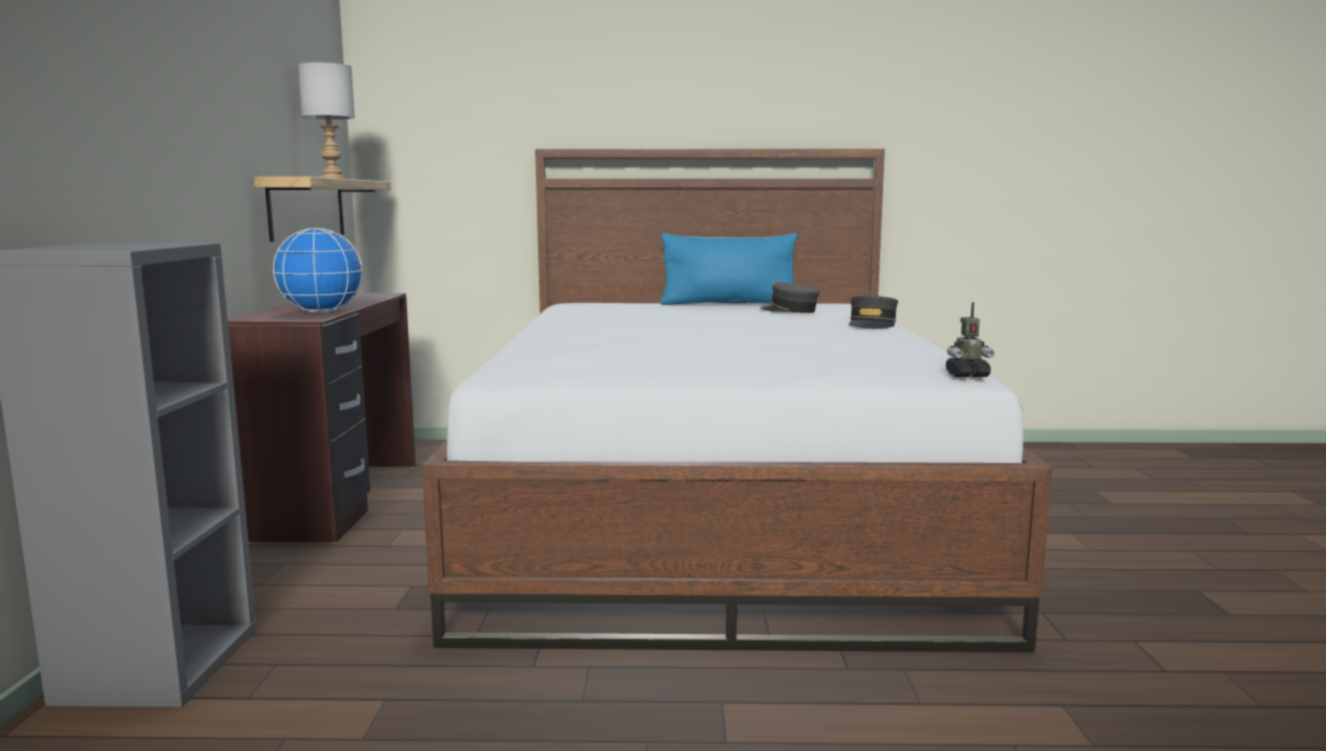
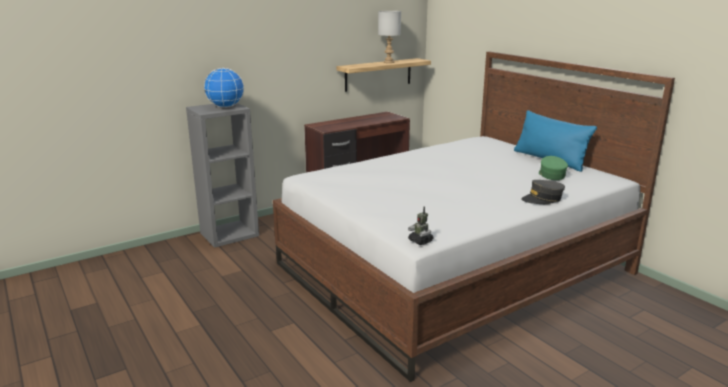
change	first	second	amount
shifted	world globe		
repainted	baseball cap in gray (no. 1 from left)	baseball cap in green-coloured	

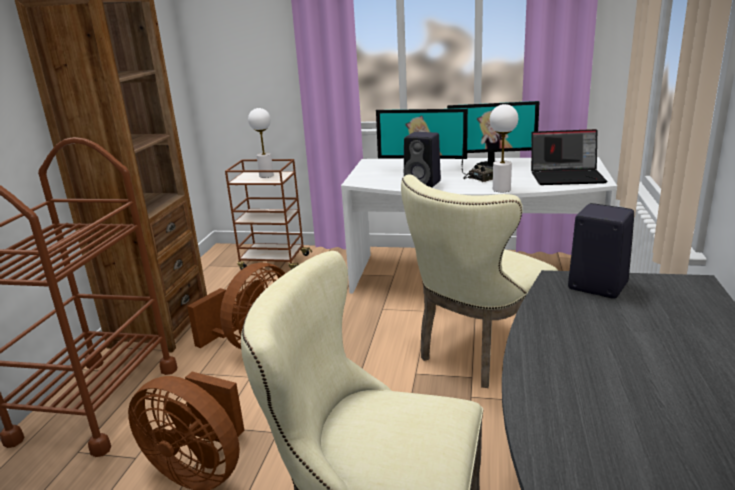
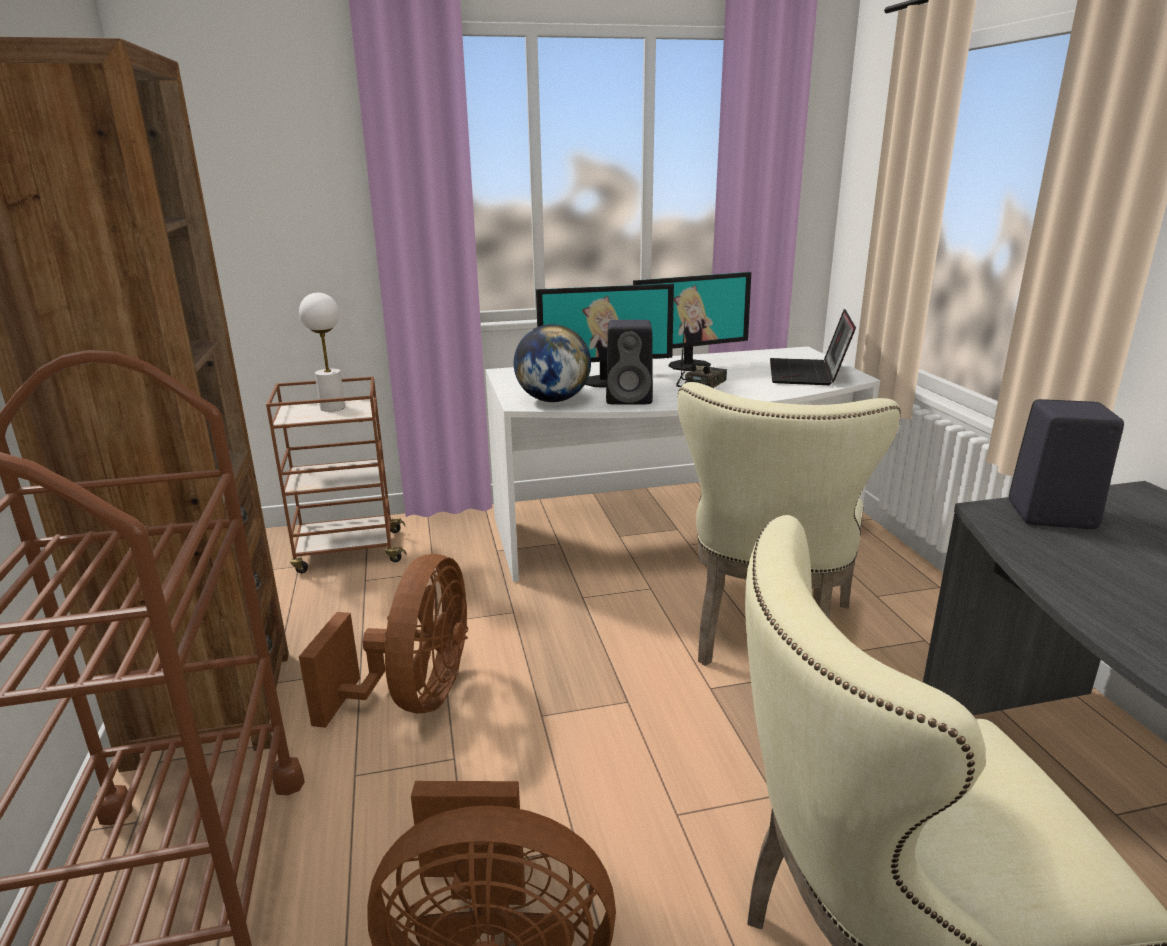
change	first	second	amount
gone	lamp for a table in white (no. 2 from left)		
rotated	notebook computer		120 degrees clockwise
new		world globe	

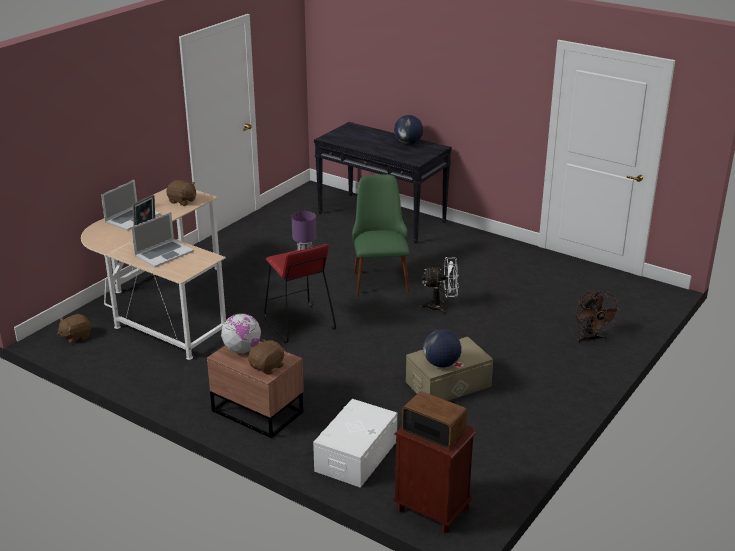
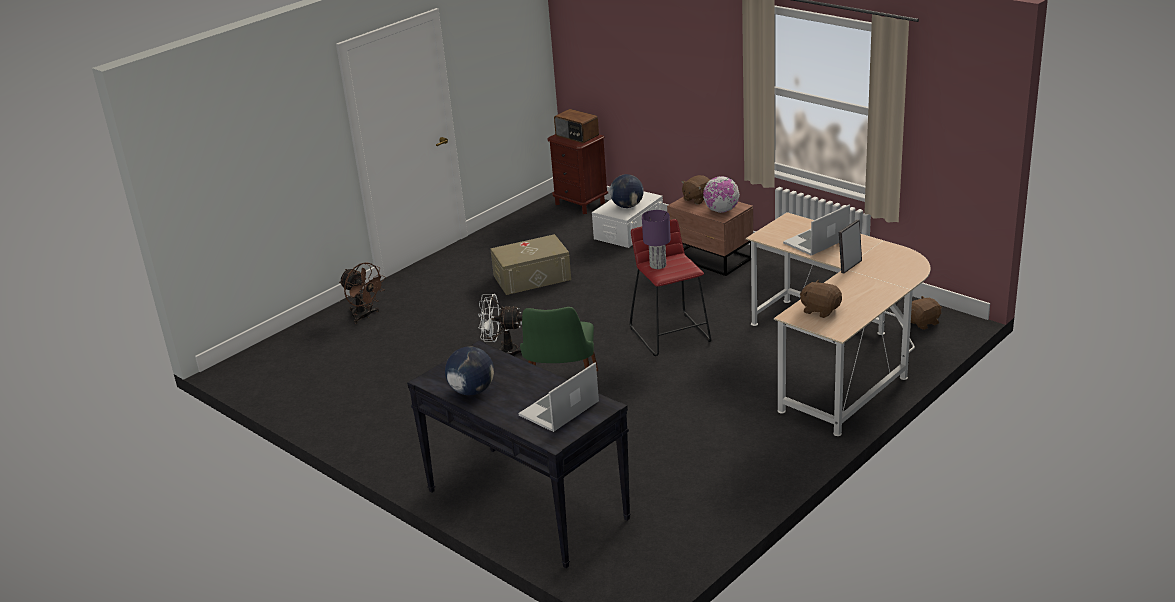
change	first	second	amount
shifted	notebook computer (no. 1 from left)		
shifted	world globe (no. 3 from left in the first image)	world globe (no. 2 from left)	
rotated	fan in brown		135 degrees clockwise

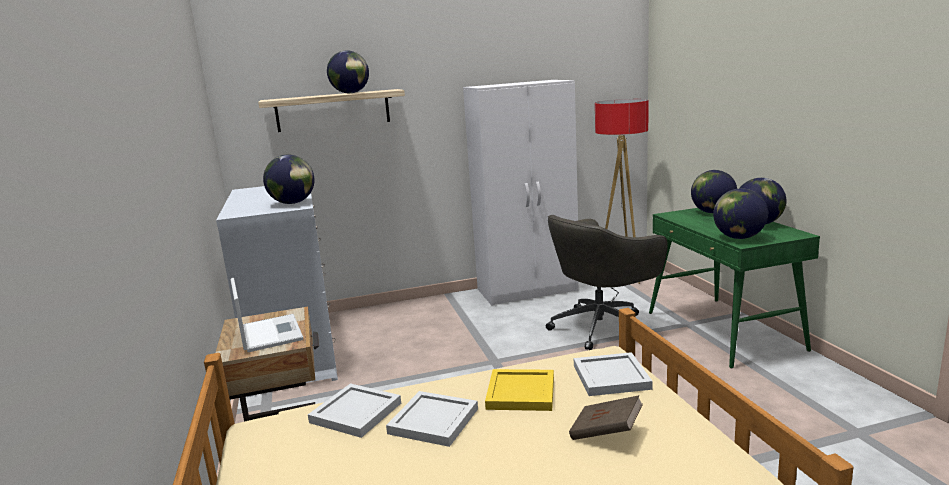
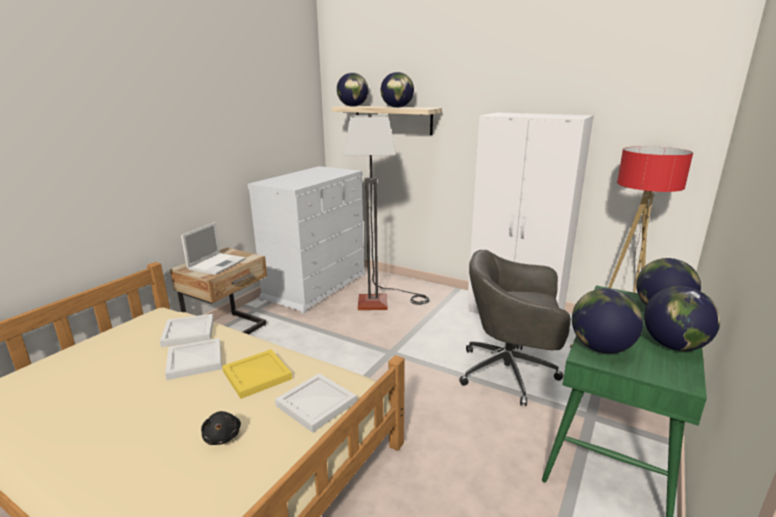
change	first	second	amount
shifted	world globe (no. 1 from left)		
swapped	book in brown	cuddly toy in black-coloured	
new		standing lamp (no. 1 from left)	

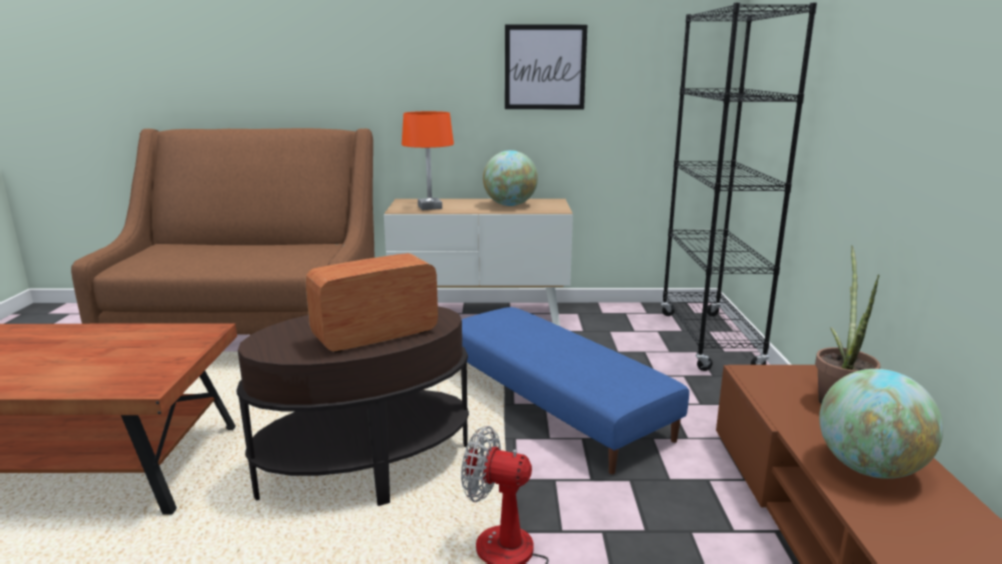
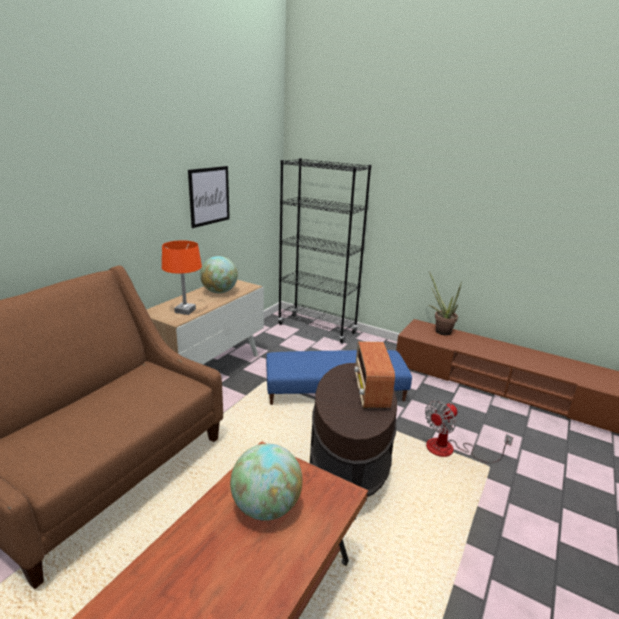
change	first	second	amount
shifted	world globe (no. 2 from left)		

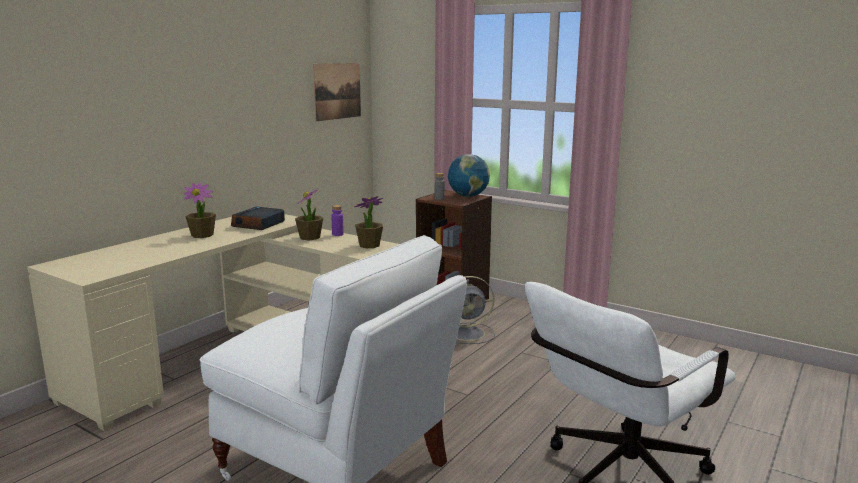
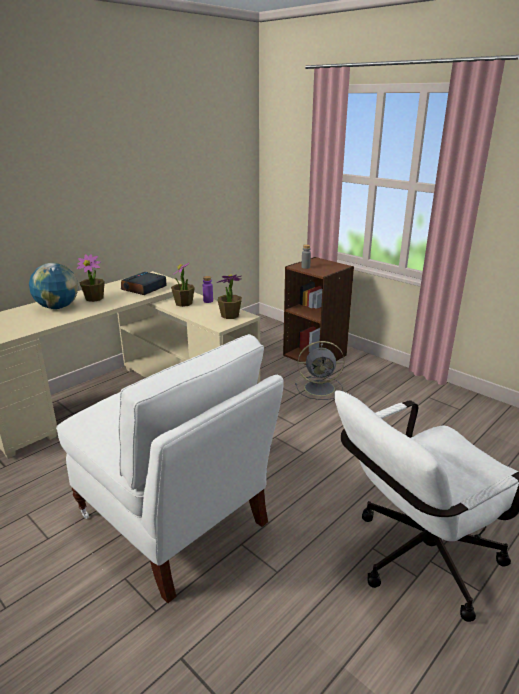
change	first	second	amount
gone	wall art		
shifted	world globe		

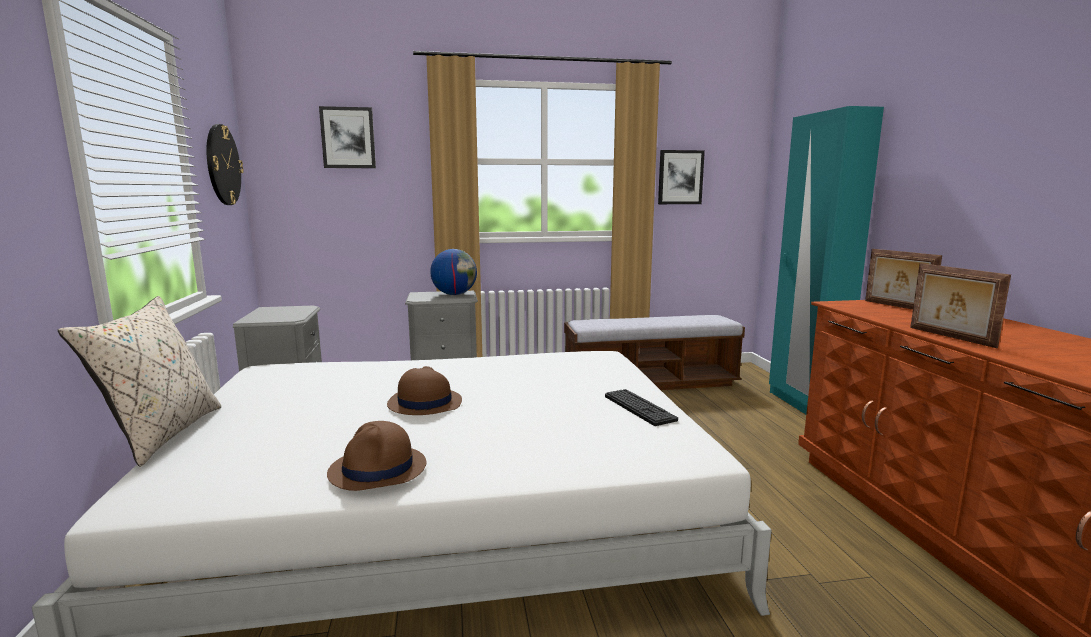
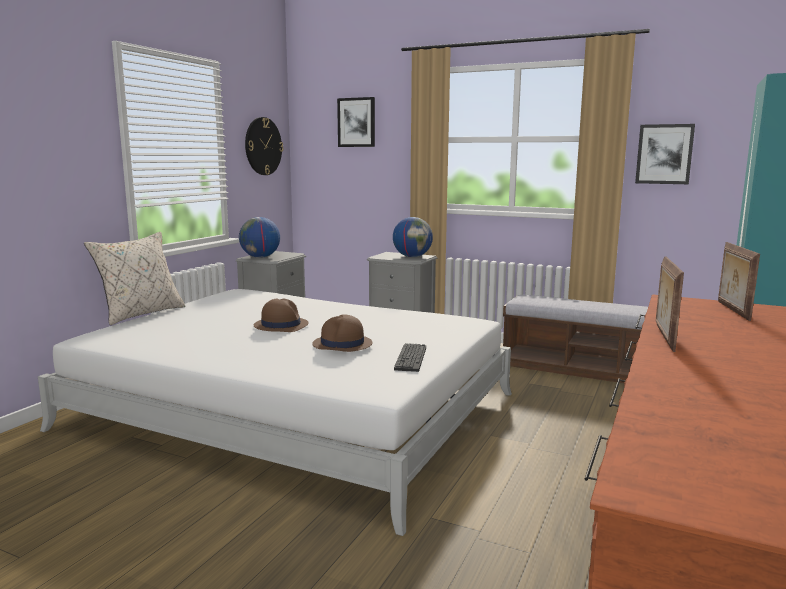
change	first	second	amount
shifted	clothing hat in brown (no. 1 from left in the first image)	clothing hat in brown (no. 2 from left)	
new		world globe (no. 1 from left)	

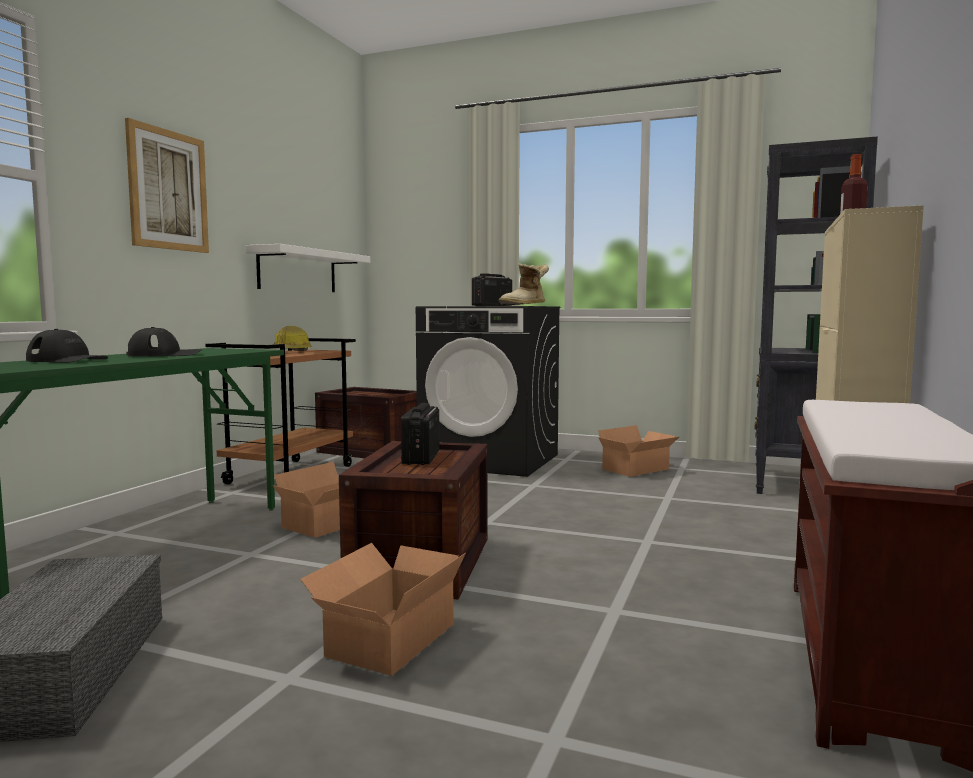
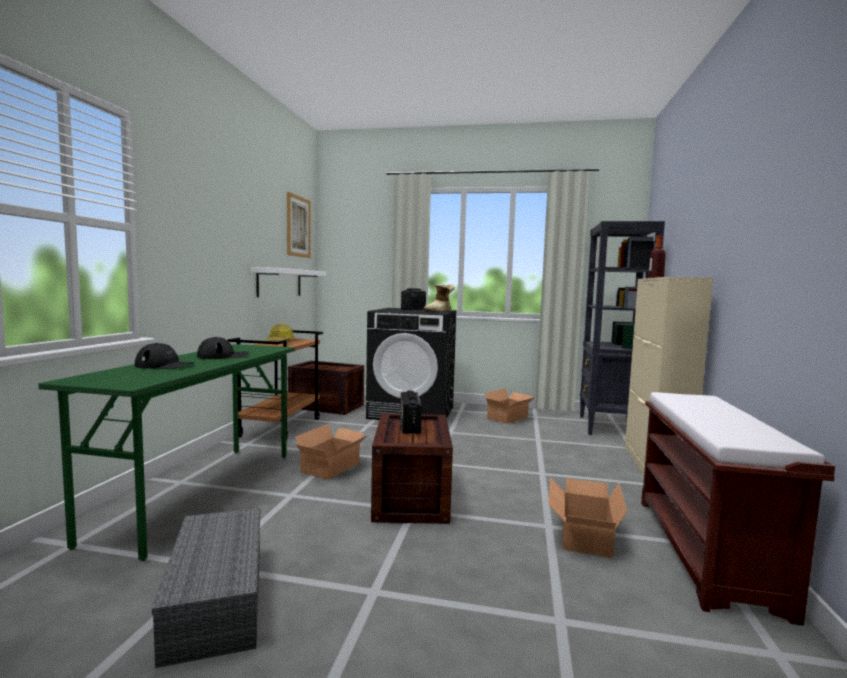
change	first	second	amount
shifted	wall art		
shifted	cardboard box (no. 2 from left in the first image)	cardboard box (no. 3 from left)	

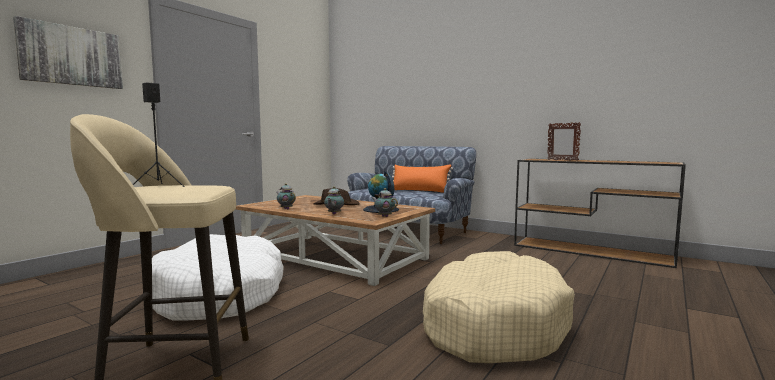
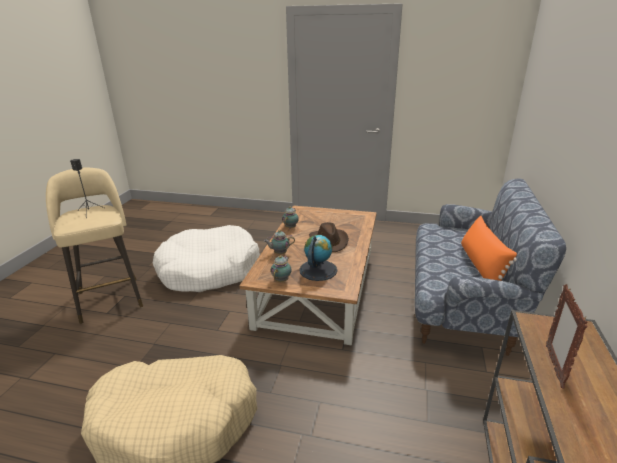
change	first	second	amount
gone	wall art		

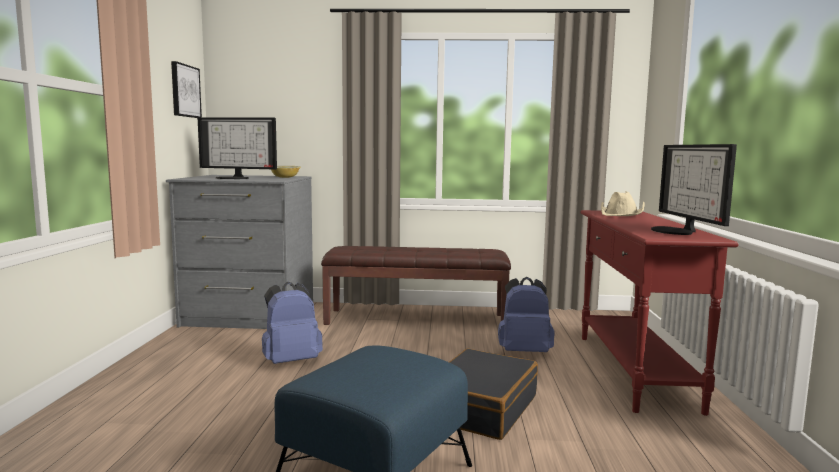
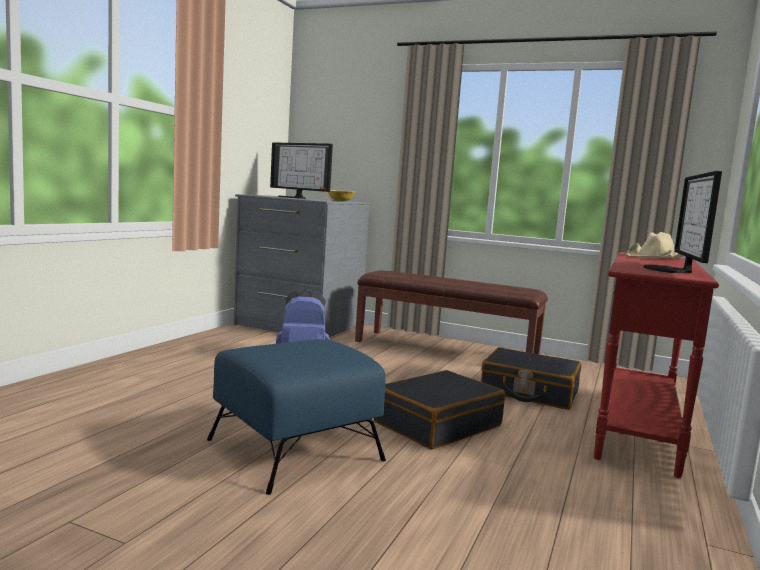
change	first	second	amount
gone	wall art		
swapped	backpack in bluish (no. 2 from left)	piece of luggage in black-coloured (no. 2 from left)	

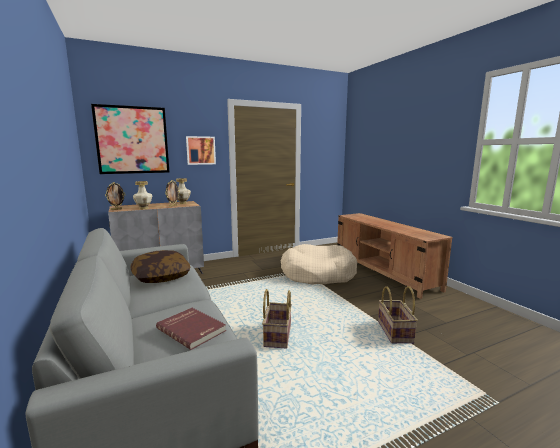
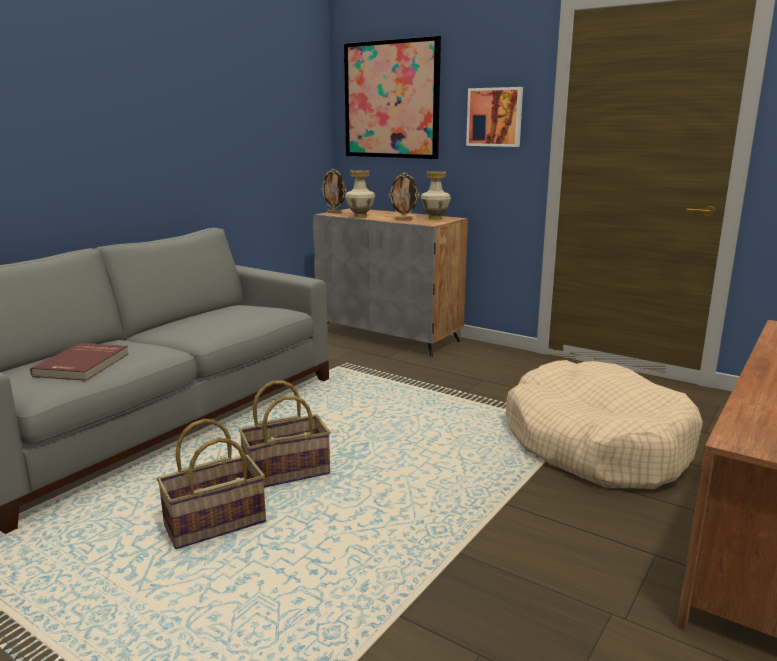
change	first	second	amount
gone	pillow		
shifted	storage basket (no. 2 from left in the first image)	storage basket (no. 1 from left)	

